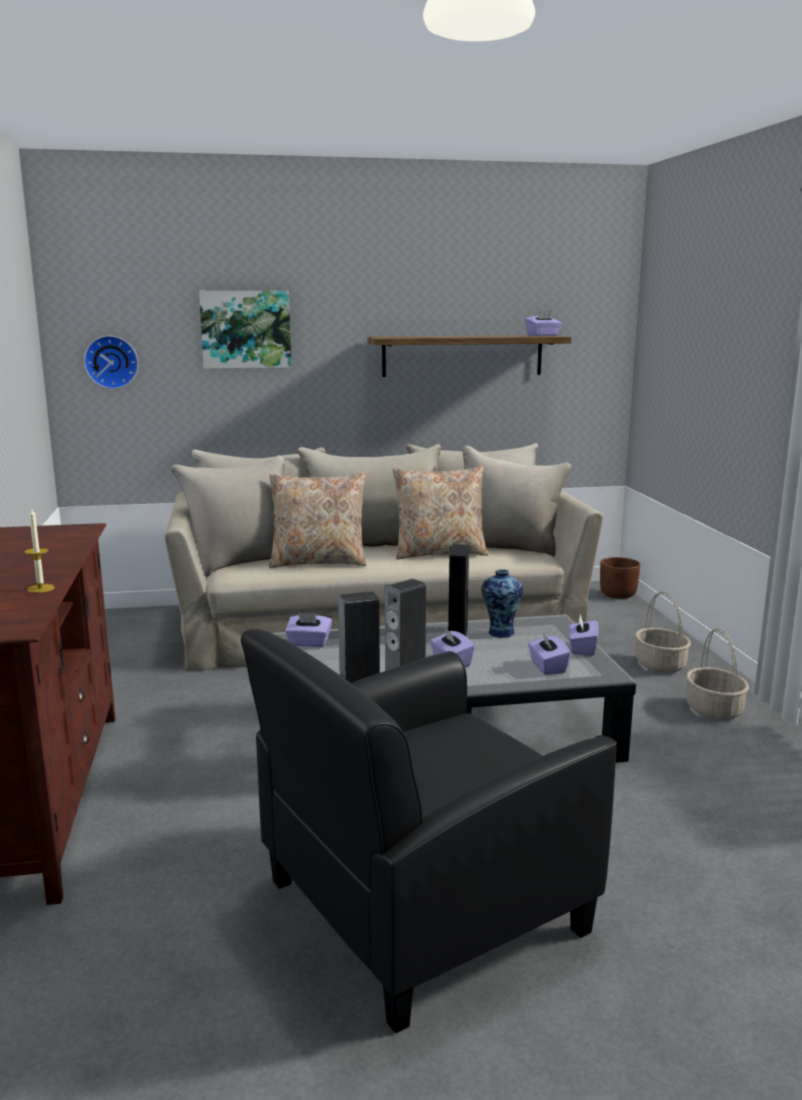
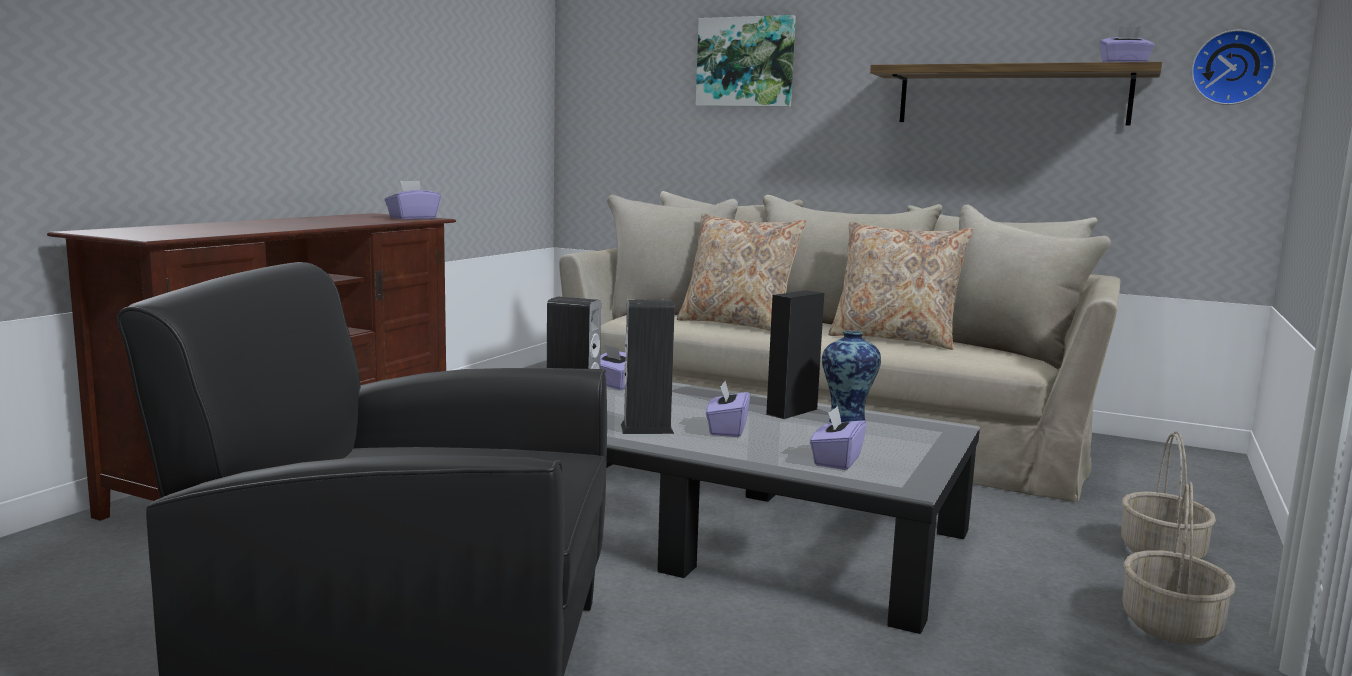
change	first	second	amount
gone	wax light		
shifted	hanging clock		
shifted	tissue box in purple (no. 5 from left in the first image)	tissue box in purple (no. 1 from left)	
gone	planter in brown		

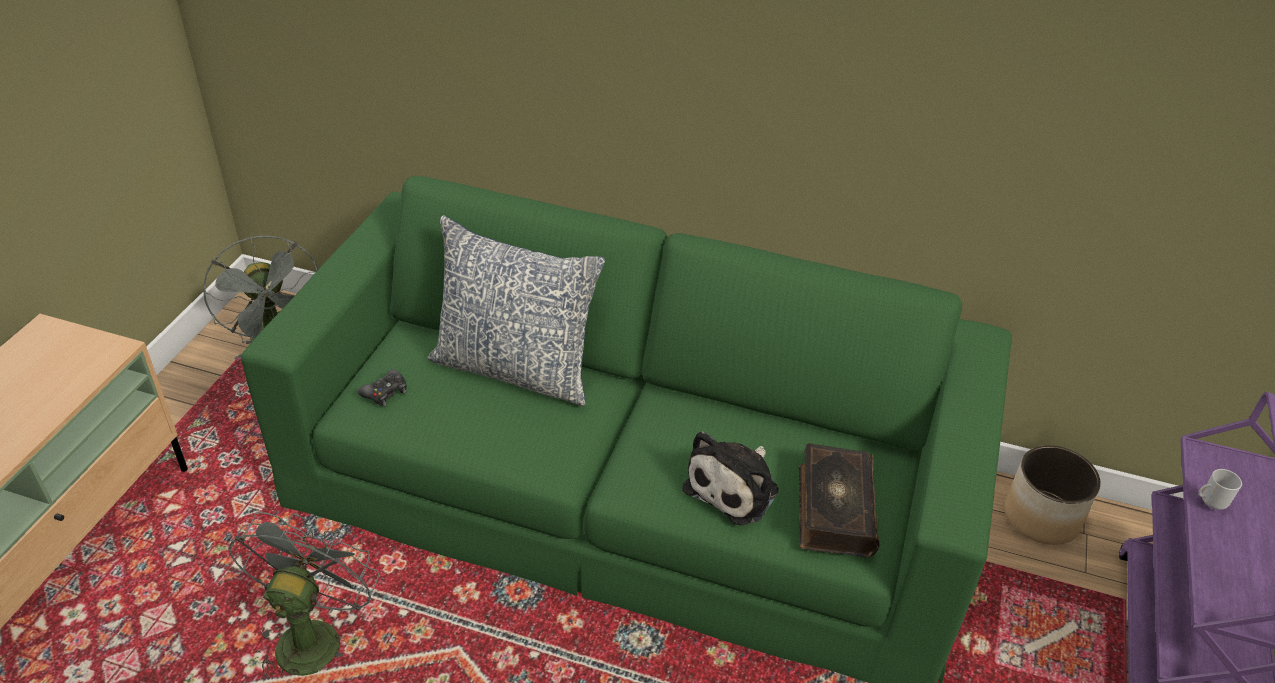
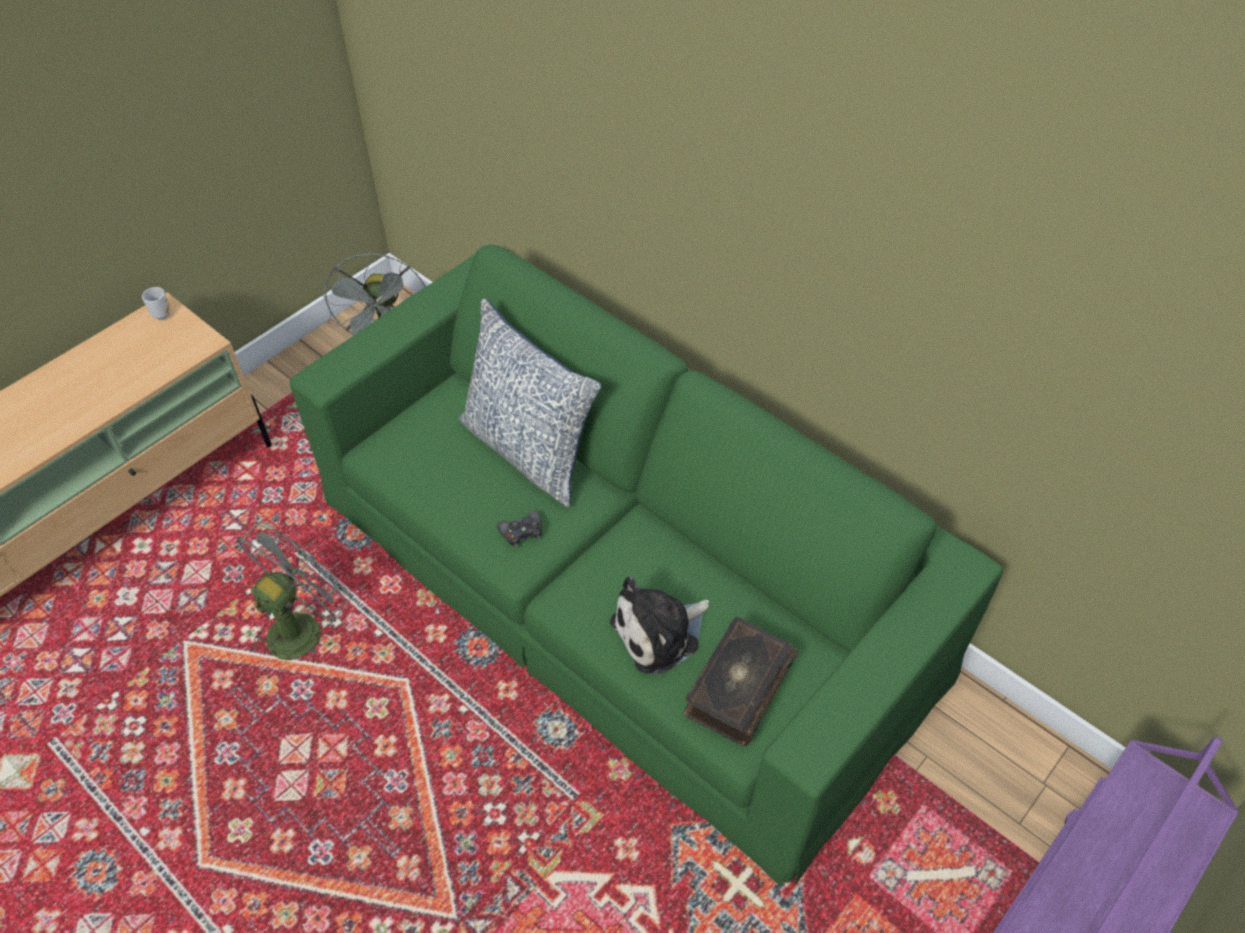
change	first	second	amount
shifted	game controller in black-coloured		
gone	planter		
shifted	coffee mug		

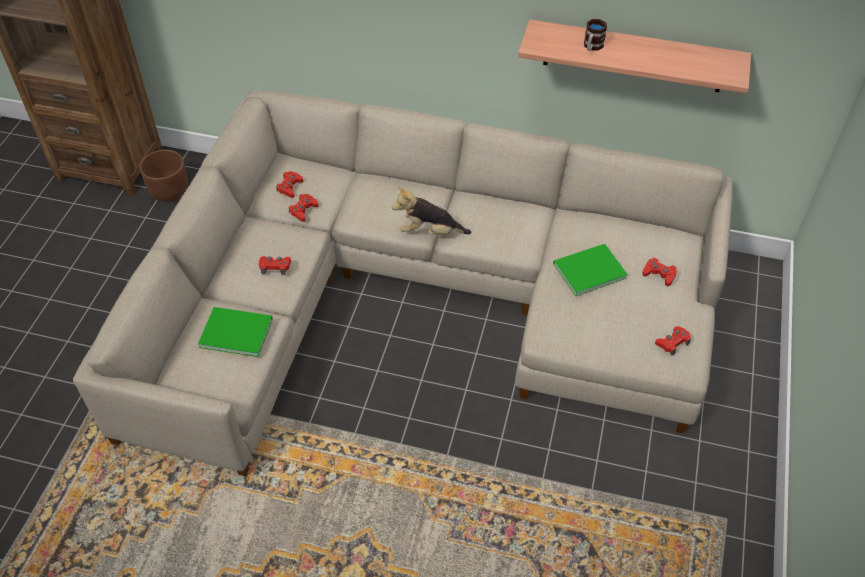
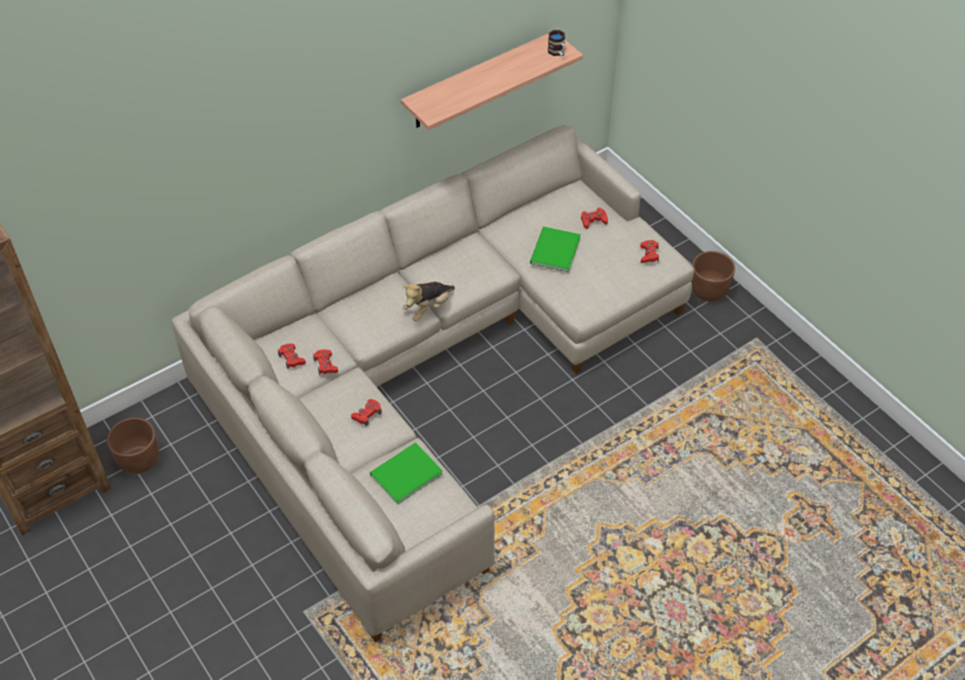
change	first	second	amount
shifted	coffee mug		
new		planter in brown (no. 2 from left)	

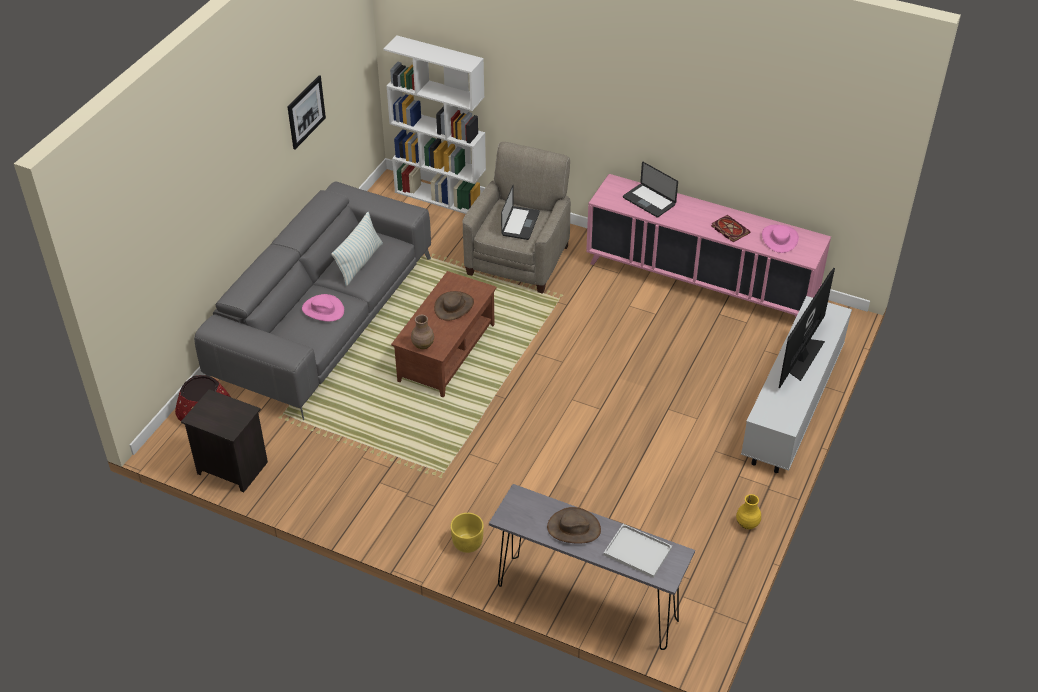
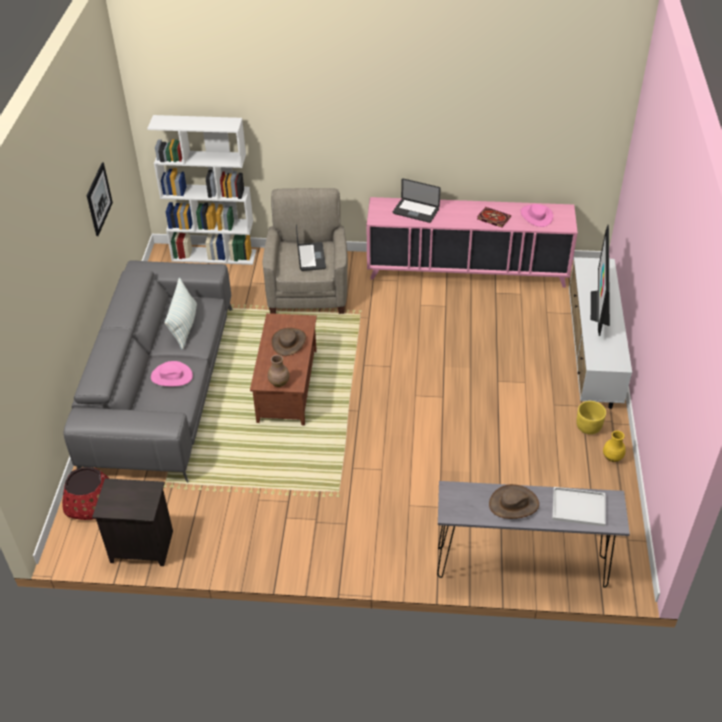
change	first	second	amount
shifted	planter in yellowish		

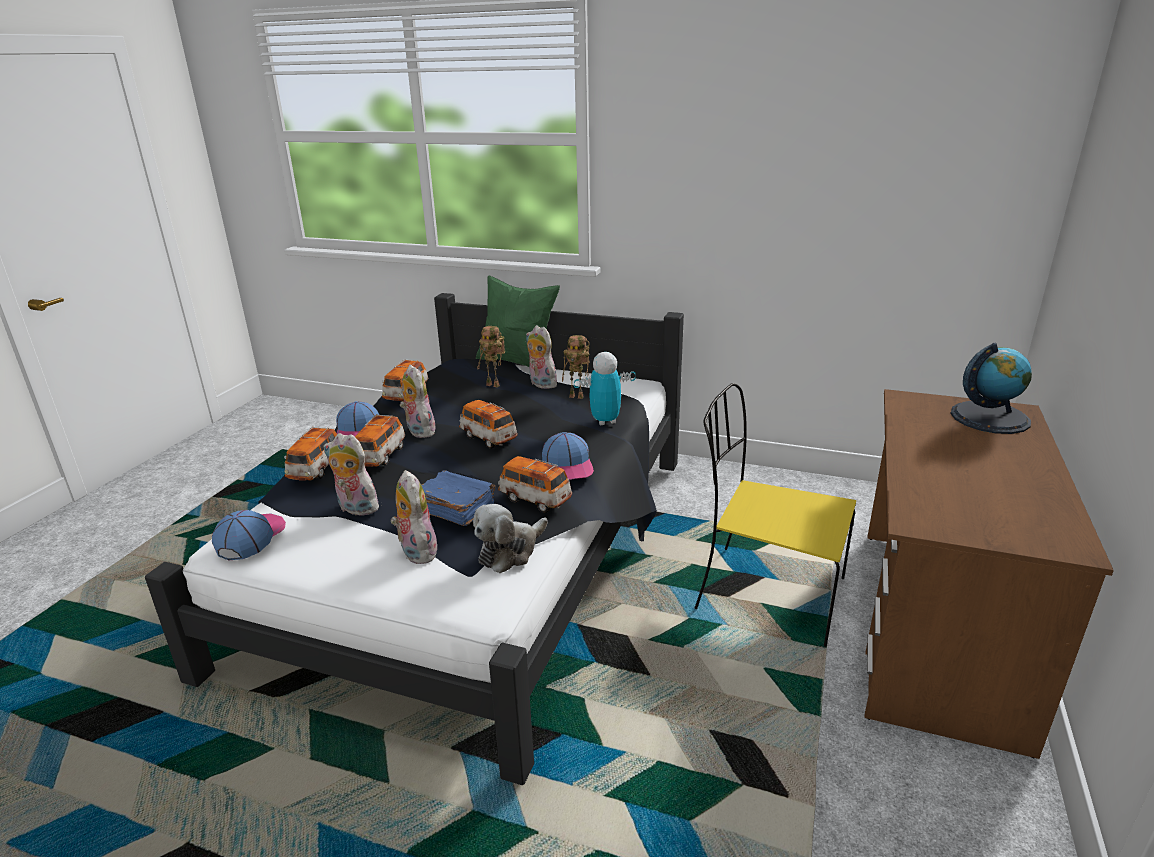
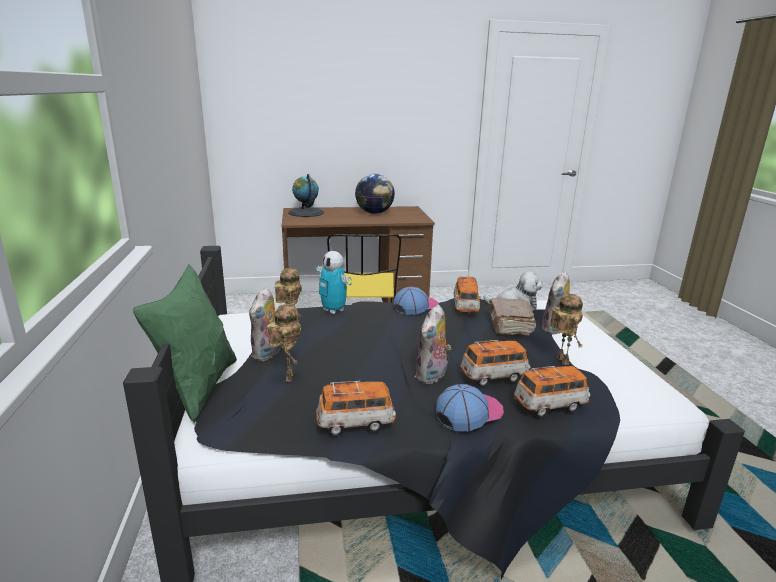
change	first	second	amount
gone	baseball cap (no. 1 from left)		
swapped	cuddly toy (no. 1 from left)	robot figure (no. 4 from left)	
repainted	book in bluish	book in brown	
gone	toy car (no. 4 from left)		
new		world globe (no. 2 from left)	

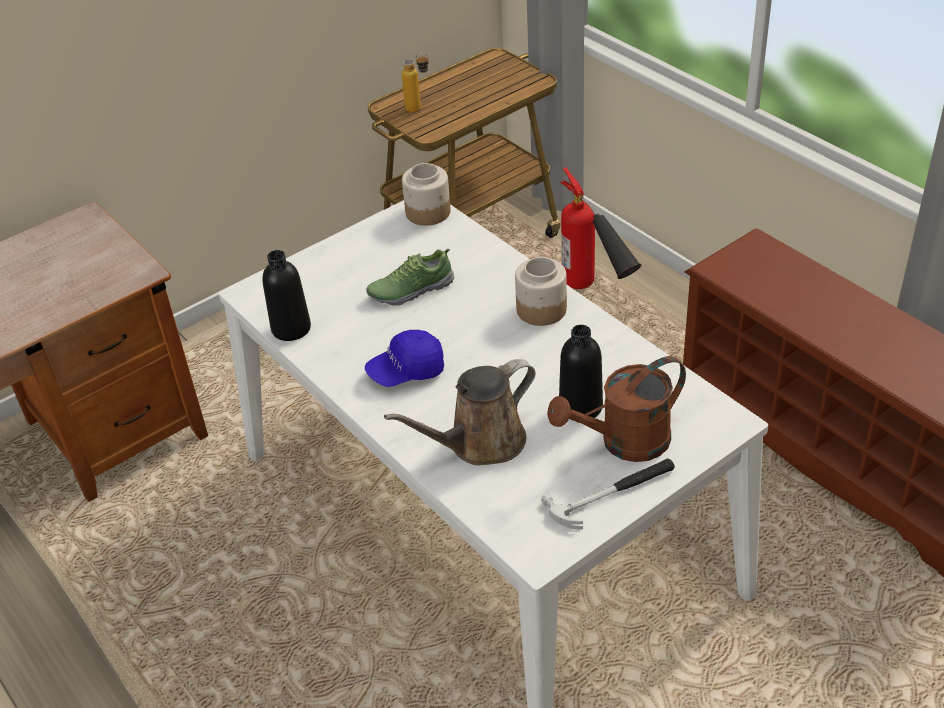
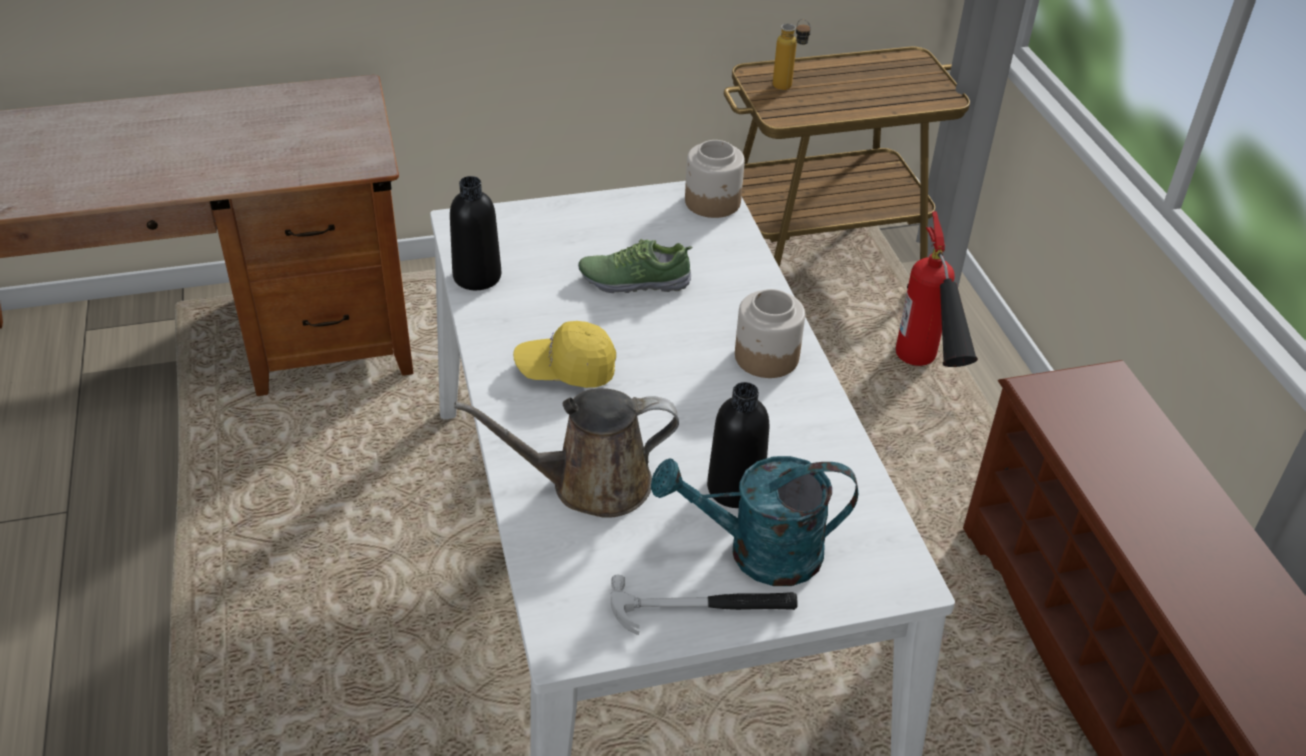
change	first	second	amount
repainted	baseball cap in bluish	baseball cap in yellowish	
repainted	watering pot in brown (no. 2 from left)	watering pot in blue-green	

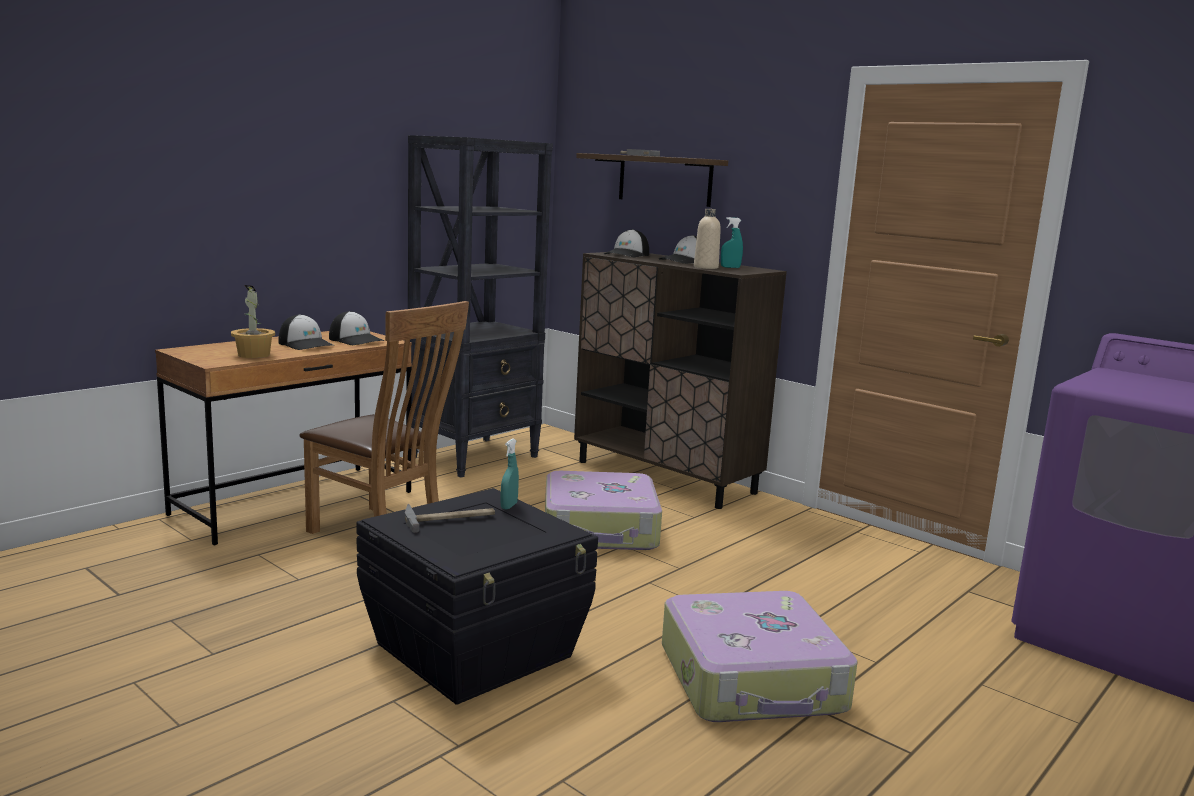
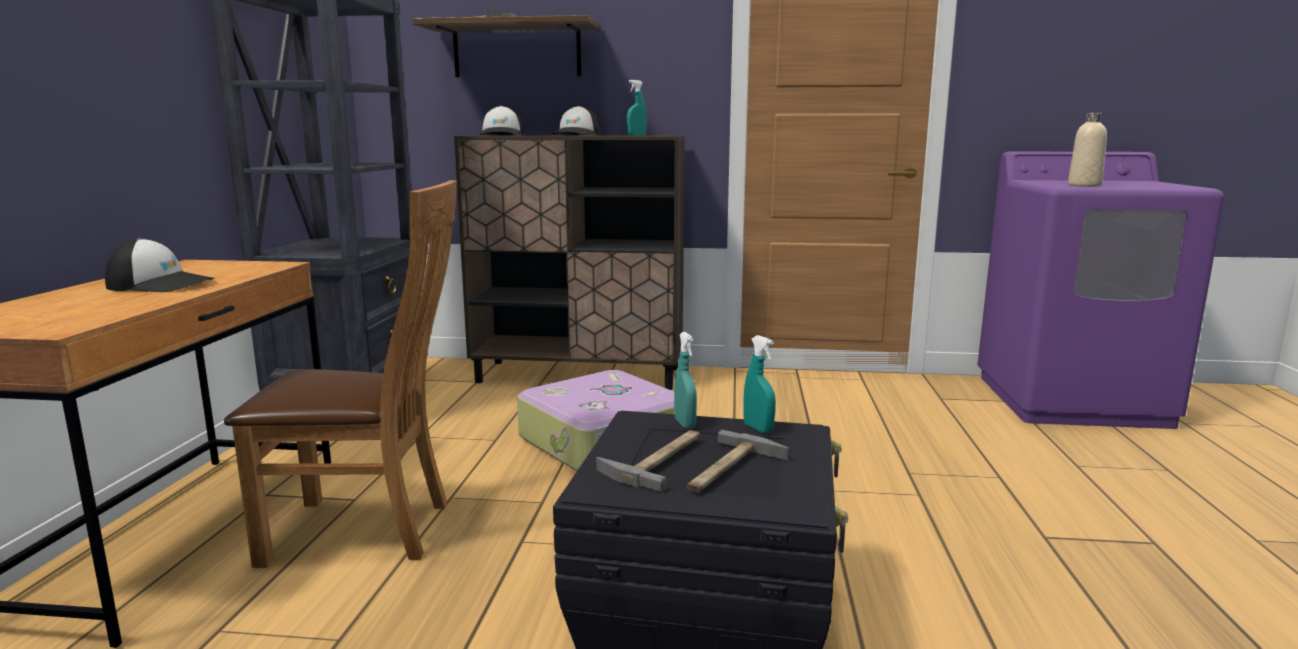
change	first	second	amount
gone	plant in a pot		
gone	baseball cap (no. 2 from left)		
gone	piece of luggage (no. 2 from left)		
shifted	beverage bottle in beige		
new		hammer (no. 3 from left)	
new		hand sprayer in blue-green (no. 3 from left)	

